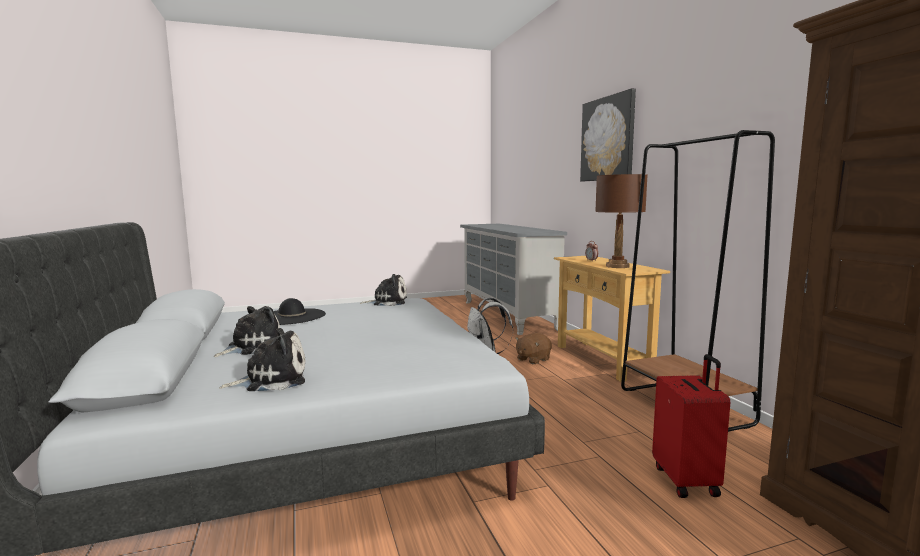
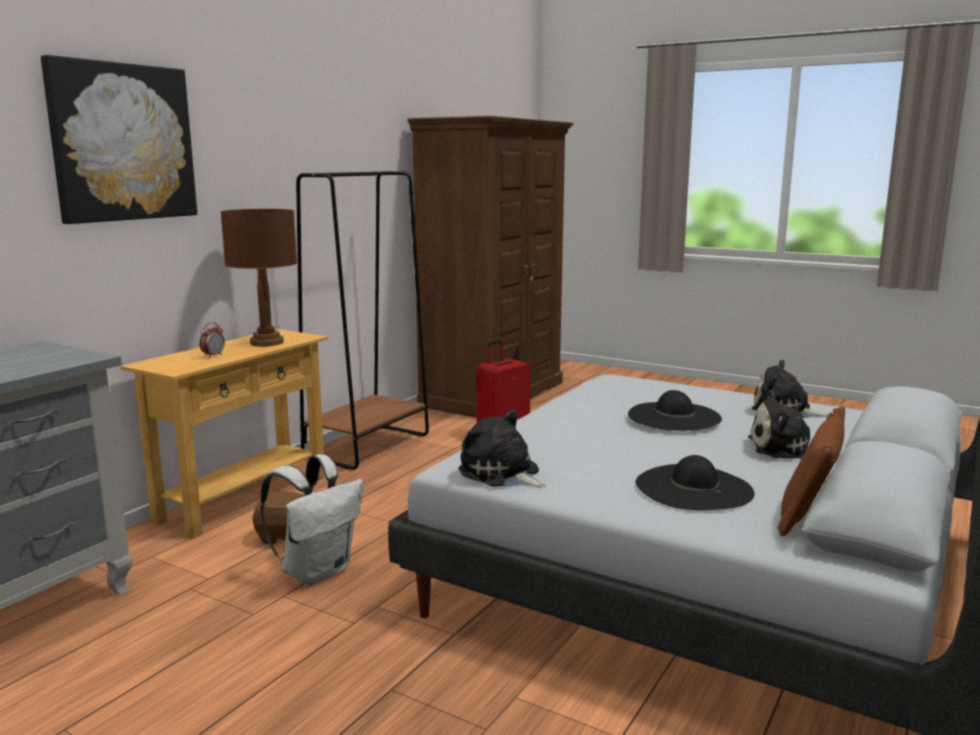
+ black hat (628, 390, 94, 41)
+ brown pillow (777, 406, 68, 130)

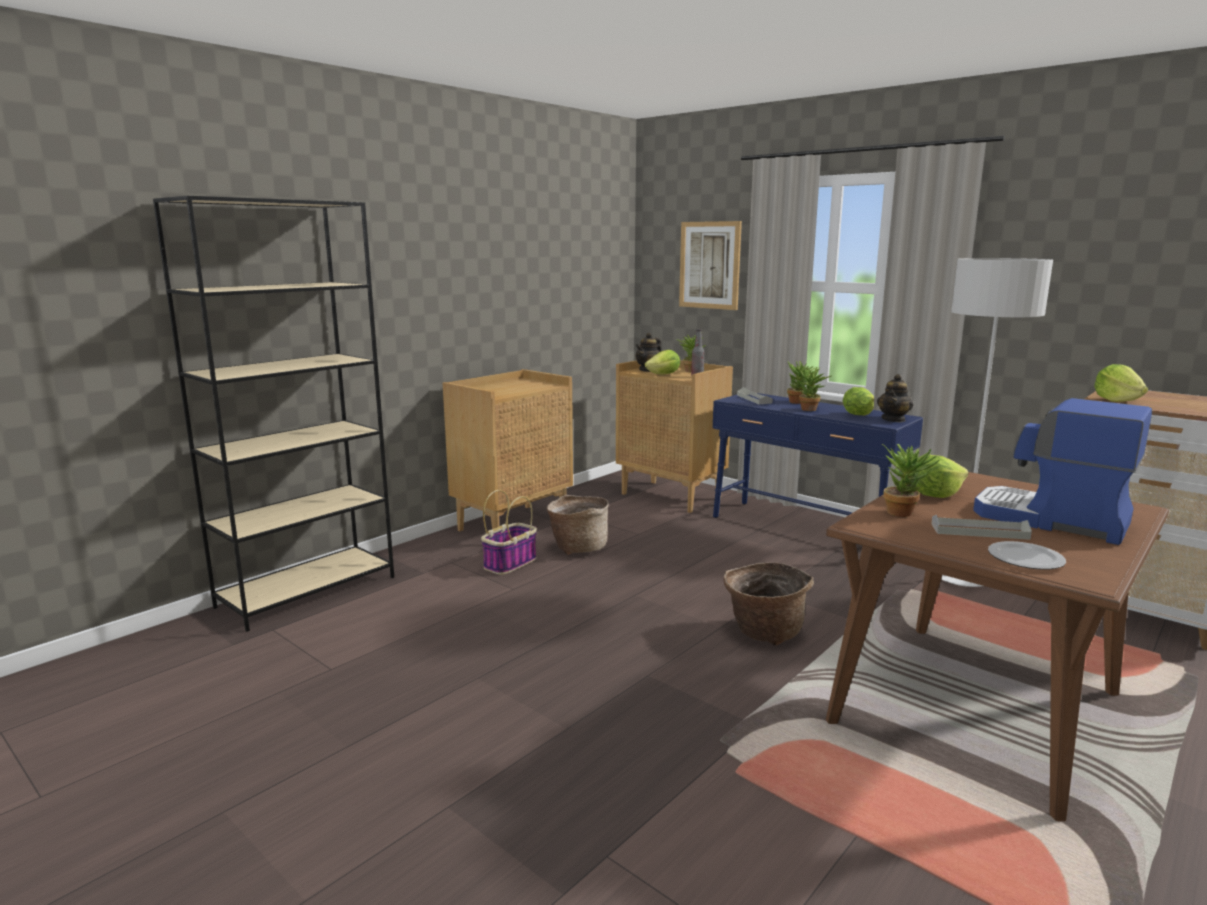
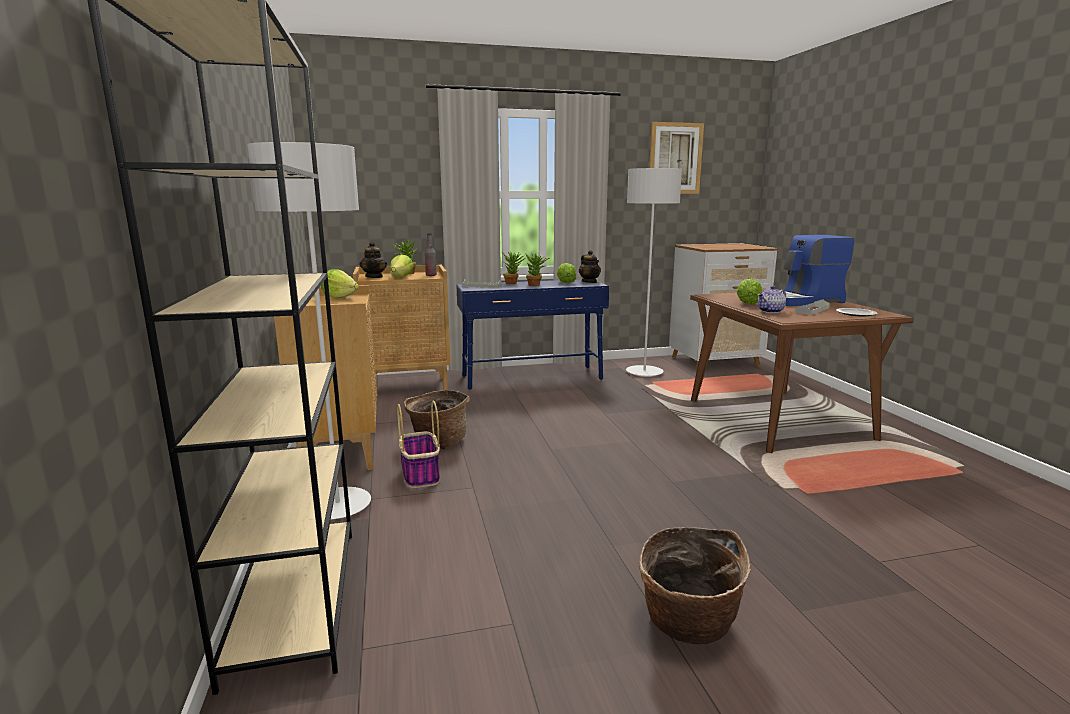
+ grey floor lamp (248, 142, 123, 377)
~ picture (679, 221, 63, 89) to (649, 122, 55, 72)
~ basket (724, 562, 90, 84) to (639, 527, 112, 117)
~ lettuce (1094, 364, 54, 38) to (321, 269, 38, 30)
~ potted plant (882, 444, 57, 73) to teapot (758, 286, 28, 27)

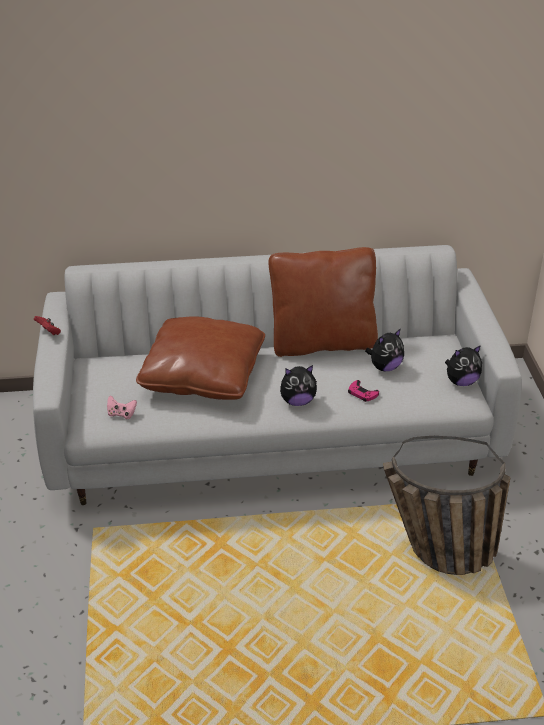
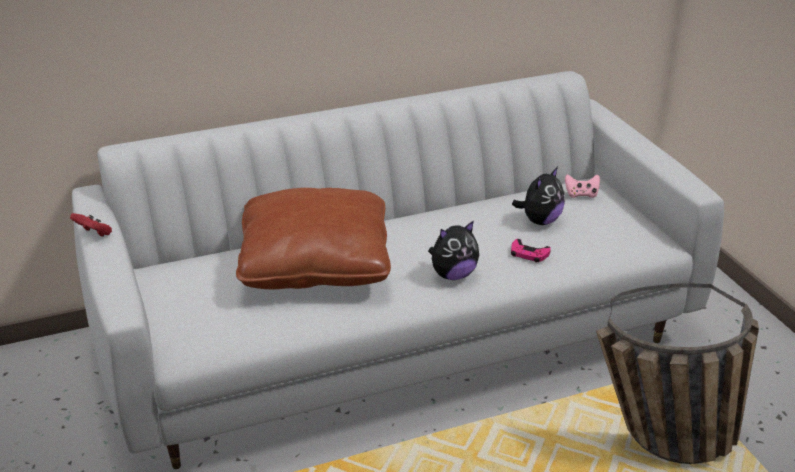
- brown pillow (269, 247, 109, 110)
- plush toy (445, 345, 37, 41)
~ pink game controller (107, 396, 30, 23) to (565, 174, 35, 24)

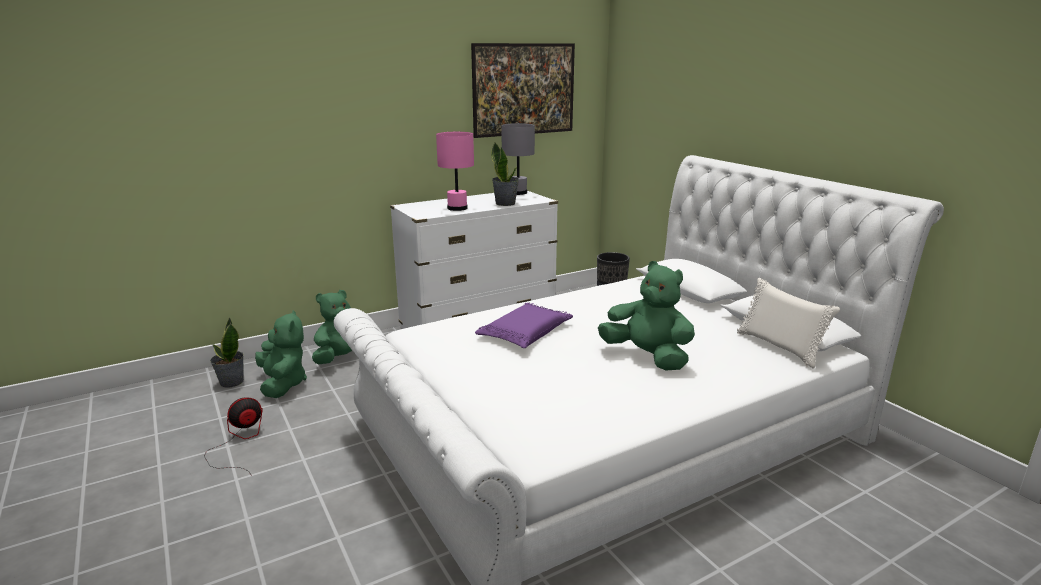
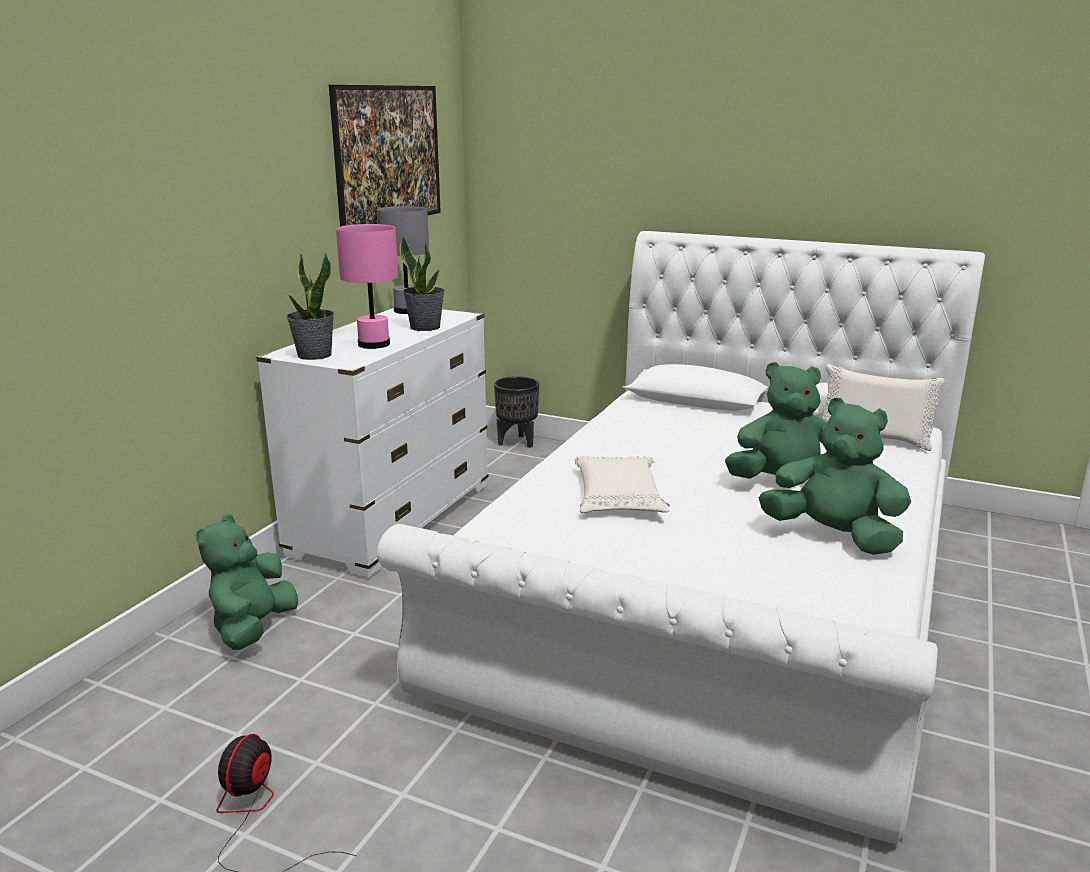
~ potted plant (210, 317, 34, 71) to (287, 252, 47, 108)
~ green plush toy (255, 310, 52, 88) to (759, 398, 152, 157)
~ purple pillow (475, 303, 98, 45) to white pillow (575, 455, 95, 58)

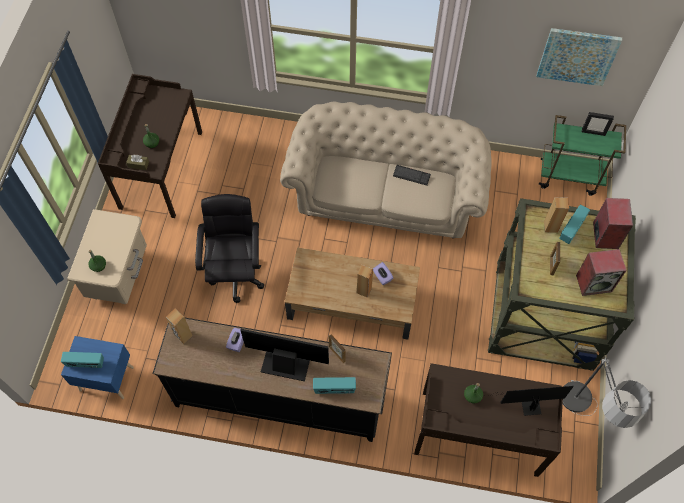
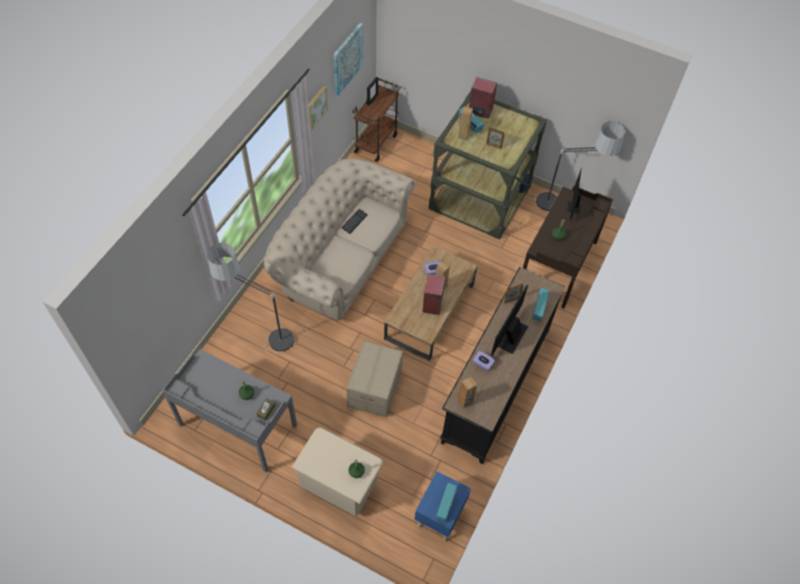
+ floor lamp (207, 243, 89, 112)
+ picture (308, 87, 20, 42)
~ speaker (576, 249, 51, 47) to (422, 274, 23, 41)
~ black office chair (195, 194, 69, 109) to cardboard box (346, 341, 57, 76)
~ brown desk (98, 74, 104, 144) to grey desk (162, 349, 135, 124)
~ green cart (539, 115, 87, 81) to brown cart (352, 78, 49, 84)

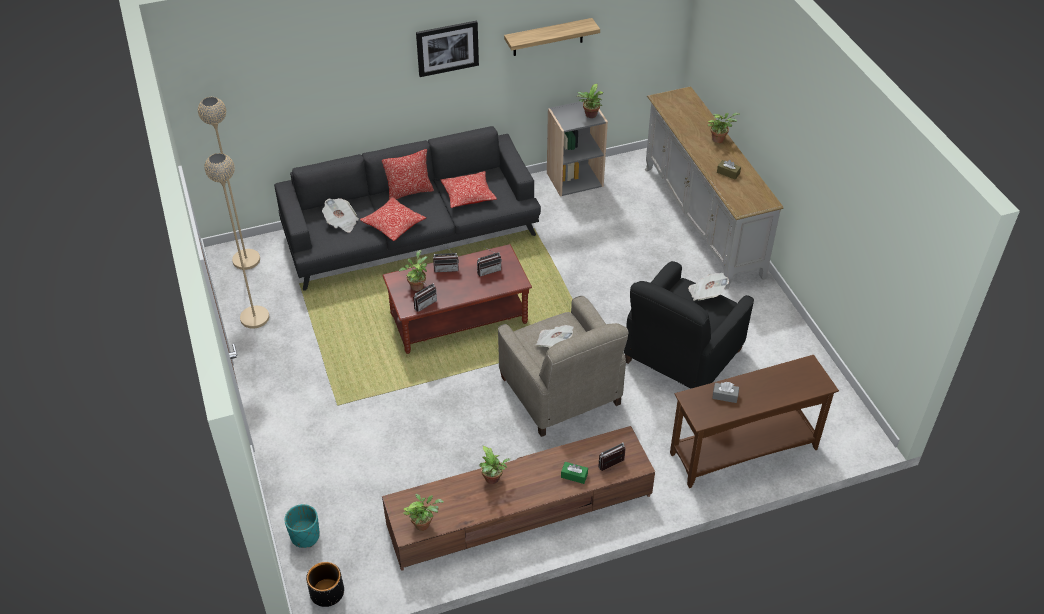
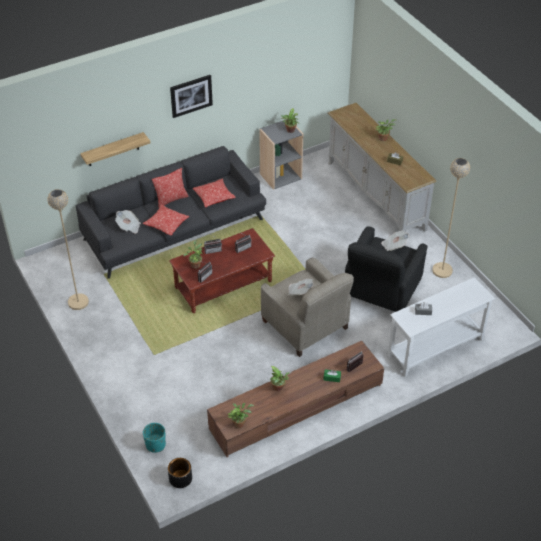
~ beige floor lamp (198, 97, 62, 173) to (432, 158, 38, 120)
~ shelf (504, 18, 96, 38) to (80, 132, 70, 34)
~ brown console table (670, 355, 169, 133) to white console table (387, 277, 108, 100)

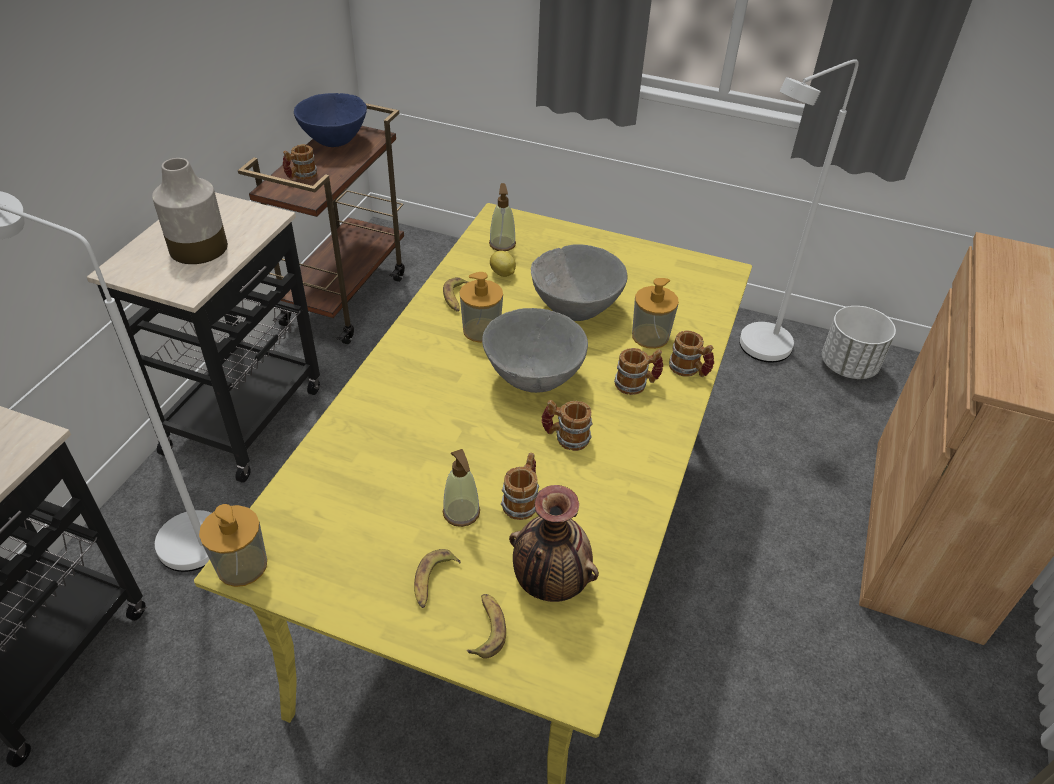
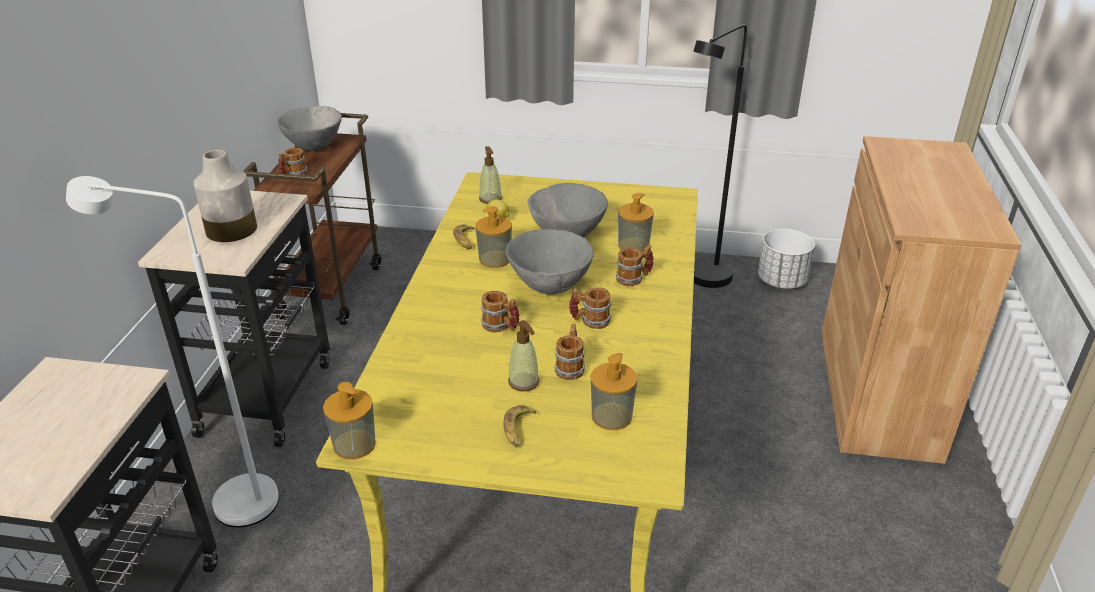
- banana (467, 594, 39, 65)
~ mug (669, 331, 45, 46) to (481, 291, 38, 42)
~ vase (509, 485, 90, 117) to soap dispenser (591, 353, 46, 77)
~ blue bowl (294, 93, 73, 54) to grey bowl (277, 106, 65, 45)
~ white floor lamp (739, 59, 120, 304) to black floor lamp (693, 24, 54, 264)

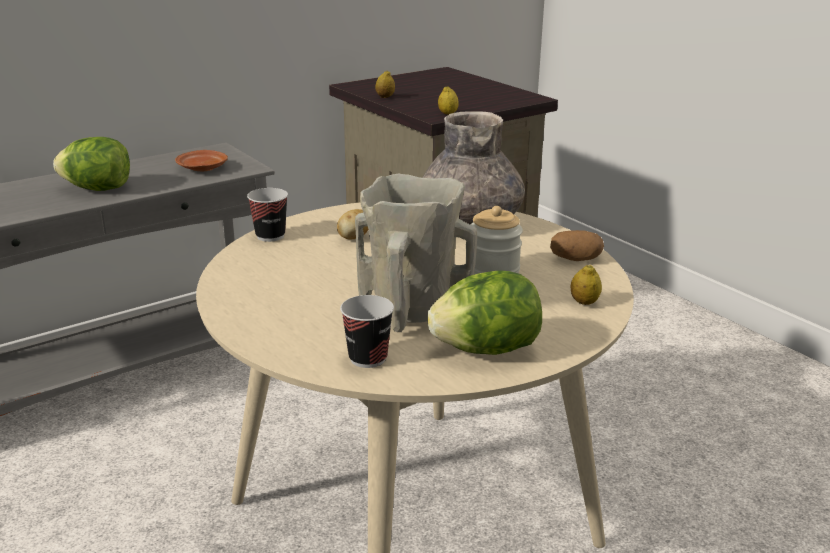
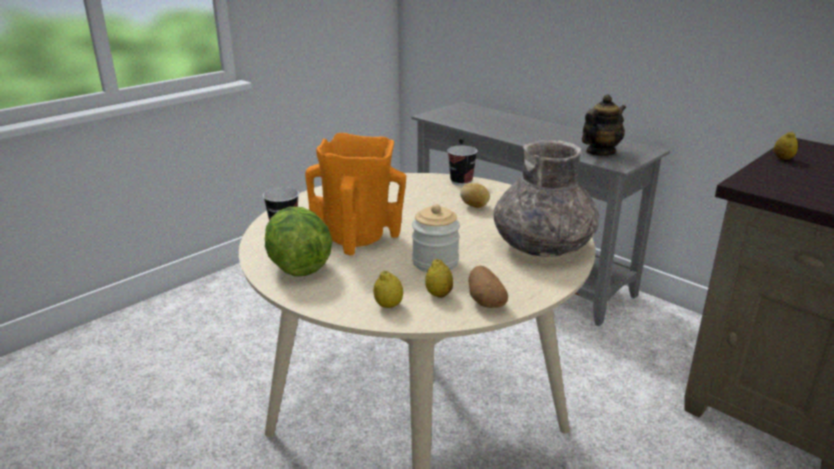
- lettuce (53, 137, 77, 54)
~ lemon (438, 86, 21, 29) to (425, 259, 28, 39)
~ brown plate (175, 150, 53, 22) to teapot (582, 94, 44, 62)
~ beige vase (355, 174, 122, 158) to orange vase (305, 133, 101, 123)

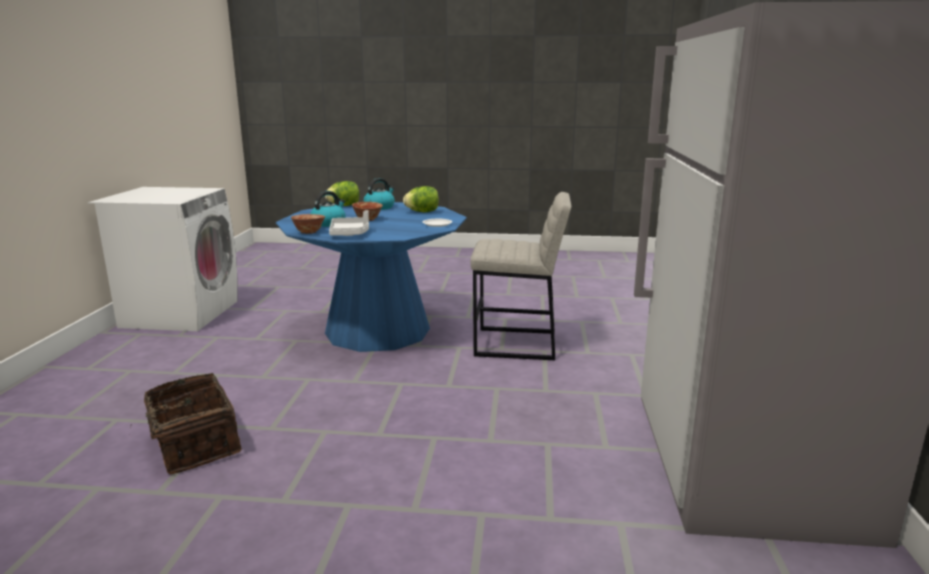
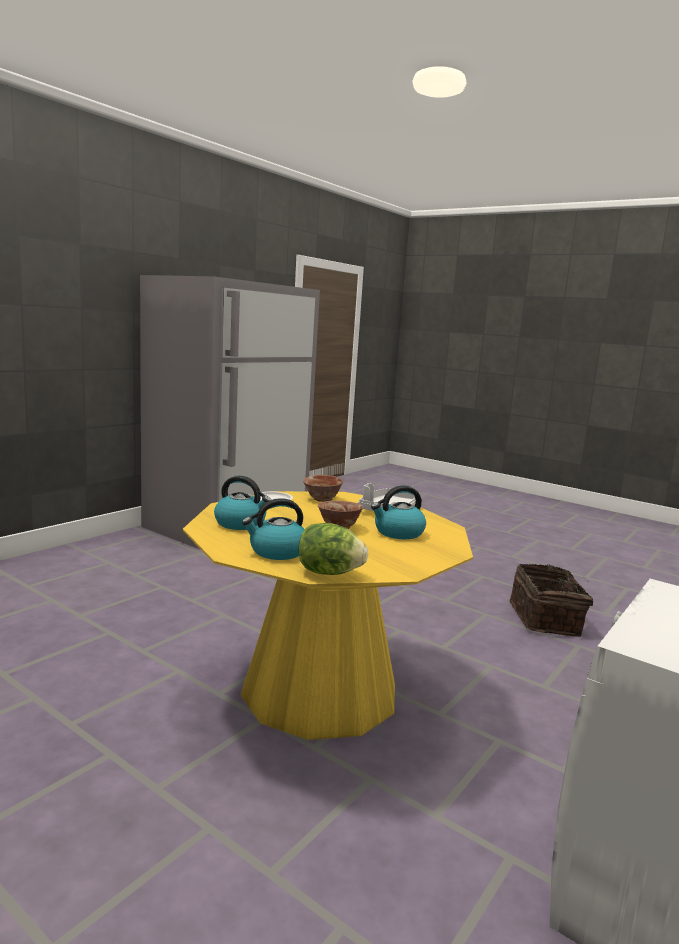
- grey chair (471, 192, 100, 168)
~ bowl (291, 214, 34, 20) to (303, 475, 40, 27)
~ lettuce (403, 186, 36, 26) to kettle (214, 476, 57, 54)
~ blue dining table (276, 202, 191, 150) to yellow dining table (183, 491, 290, 249)

